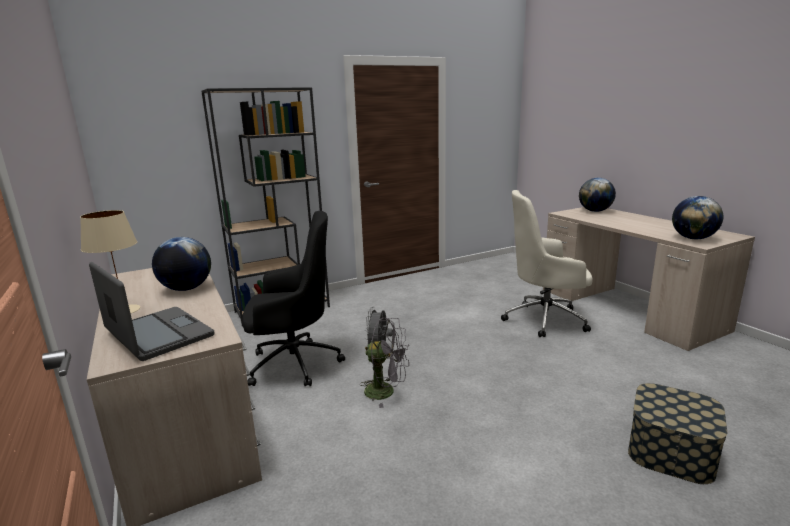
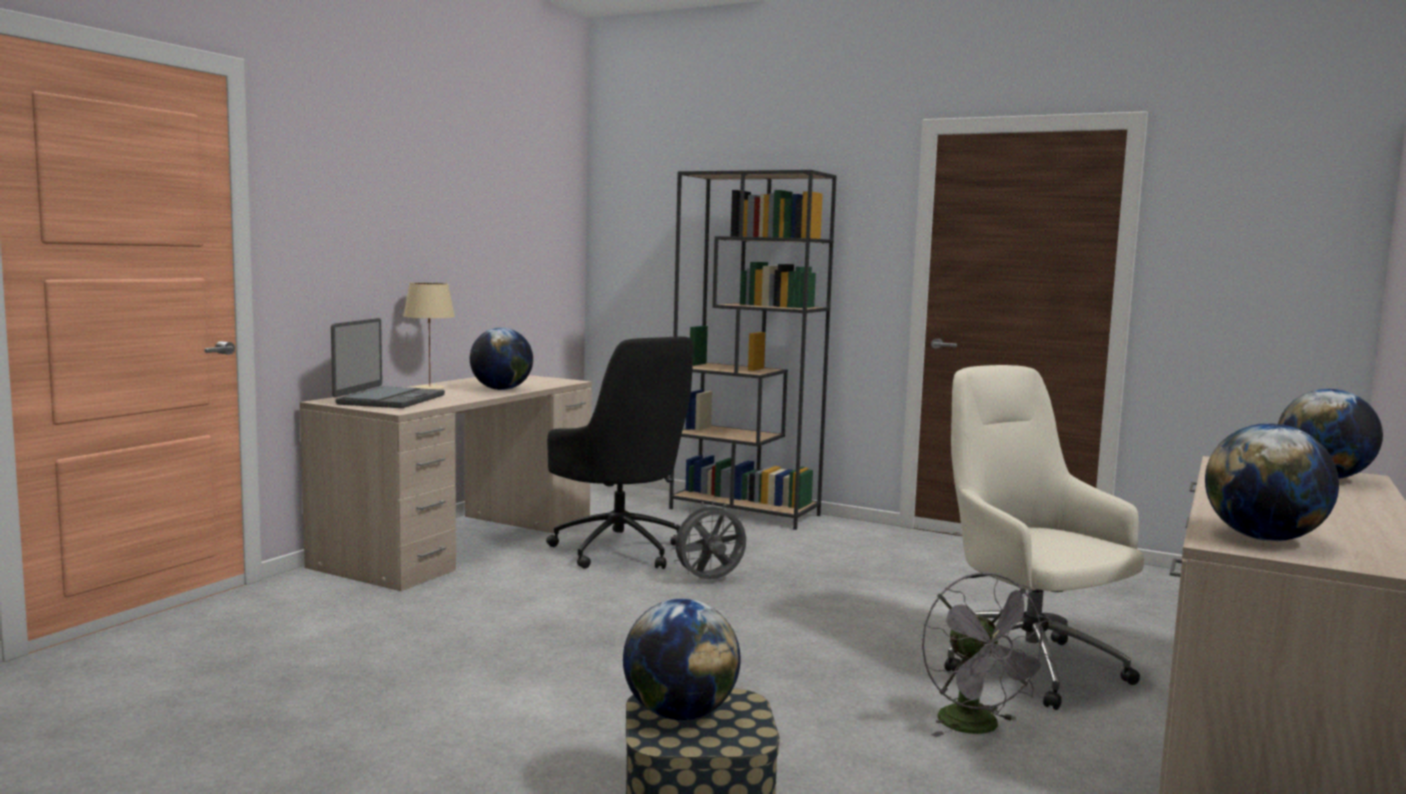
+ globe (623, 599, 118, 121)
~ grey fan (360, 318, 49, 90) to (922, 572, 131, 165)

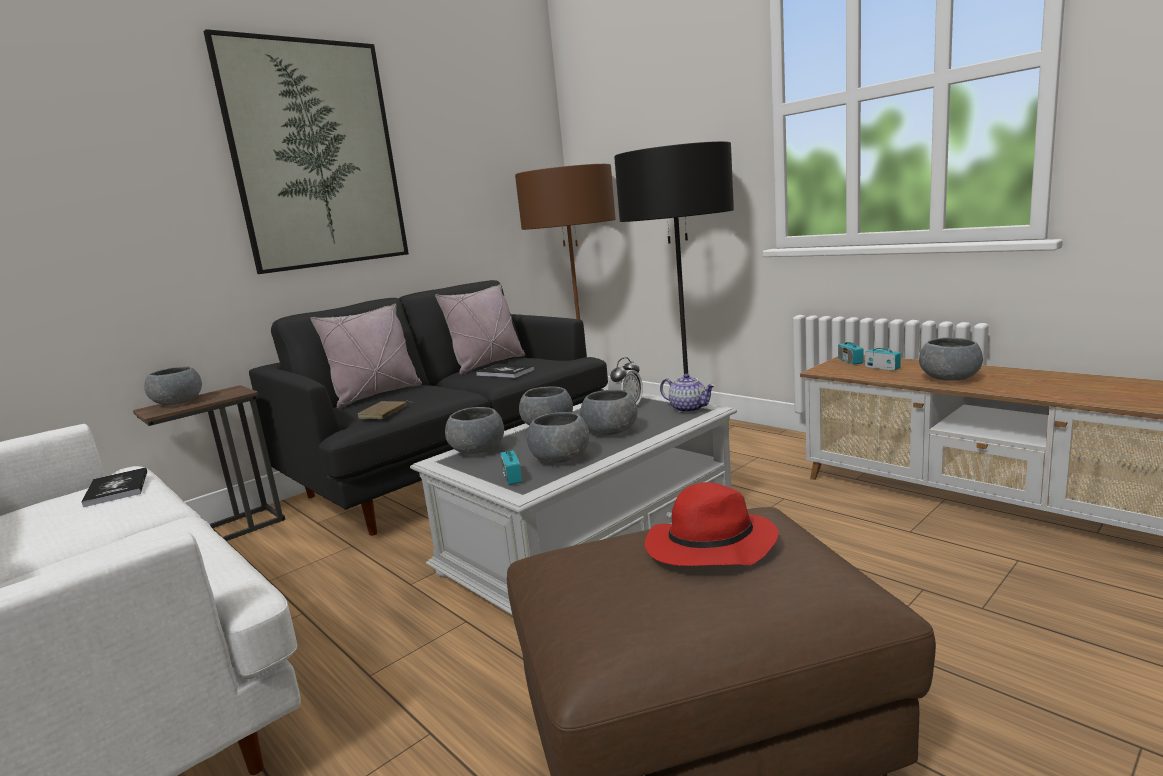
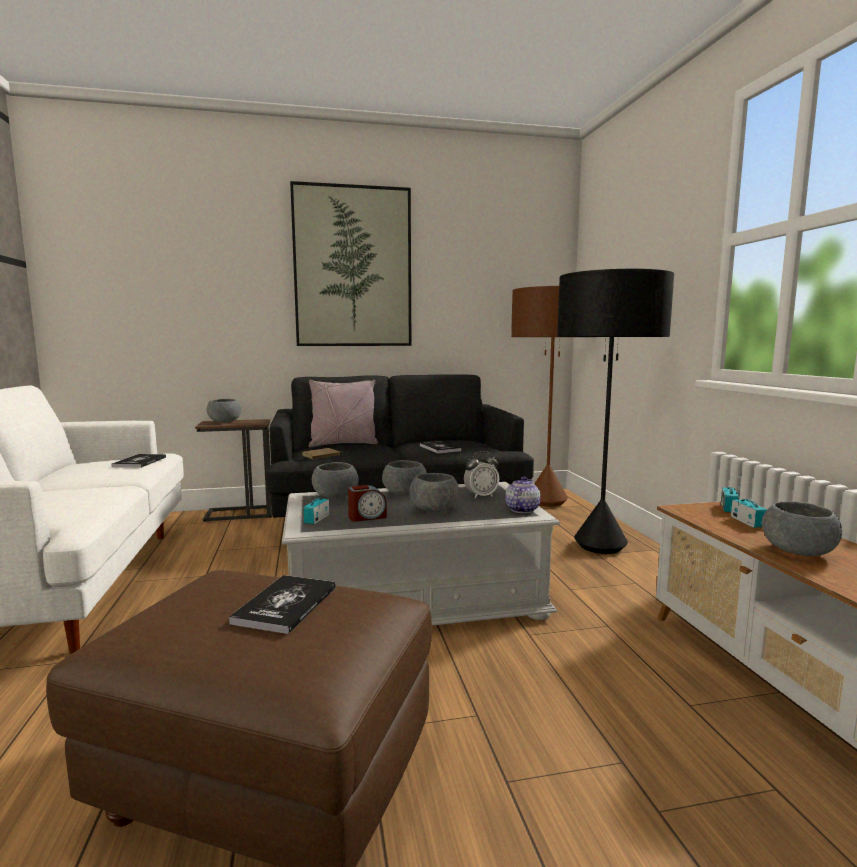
- purple pillow (435, 284, 90, 91)
~ grey bowl (527, 412, 62, 51) to alarm clock (348, 485, 39, 37)
~ red hat (645, 482, 134, 84) to book (229, 575, 107, 59)
~ teapot (660, 373, 56, 40) = (505, 476, 36, 37) 135 degrees counterclockwise

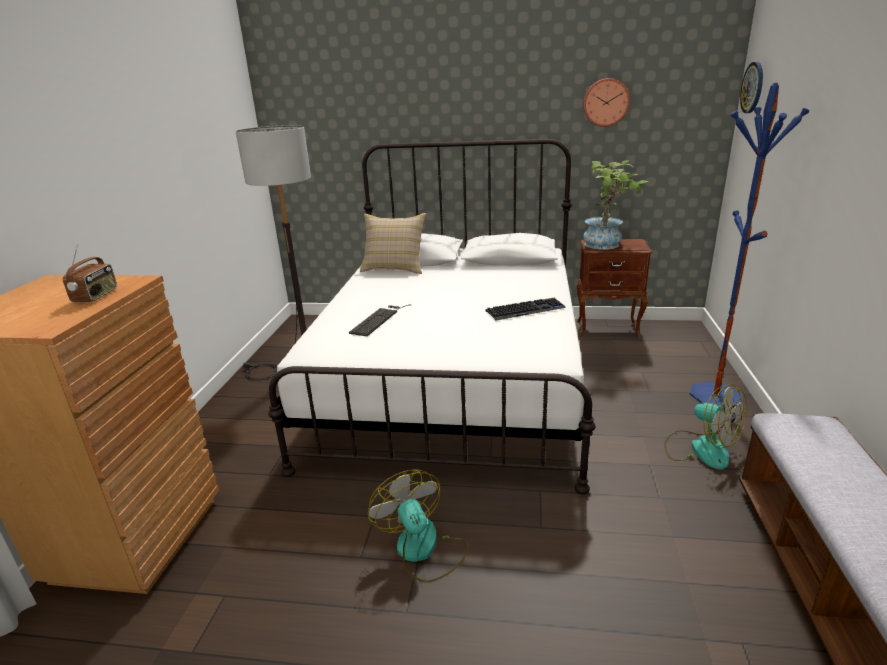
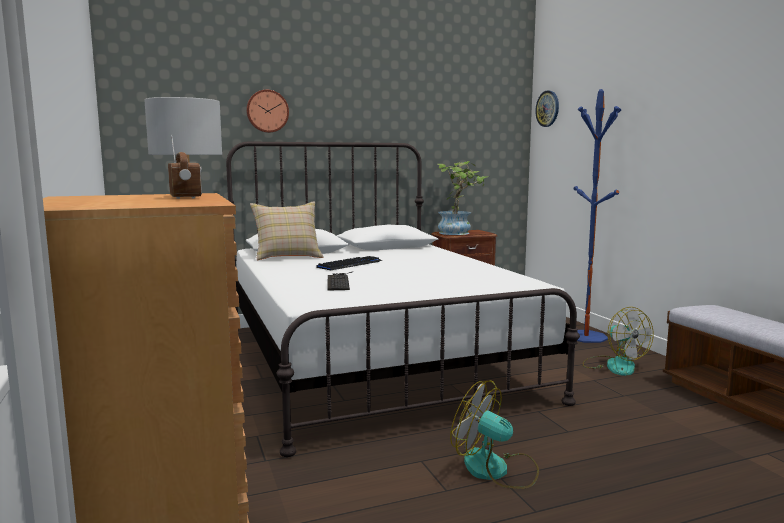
~ keyboard (486, 298, 80, 23) to (316, 256, 66, 14)
~ wall clock (583, 78, 47, 49) to (246, 90, 43, 43)
~ fan (664, 384, 83, 85) = (583, 307, 71, 69) 45 degrees clockwise

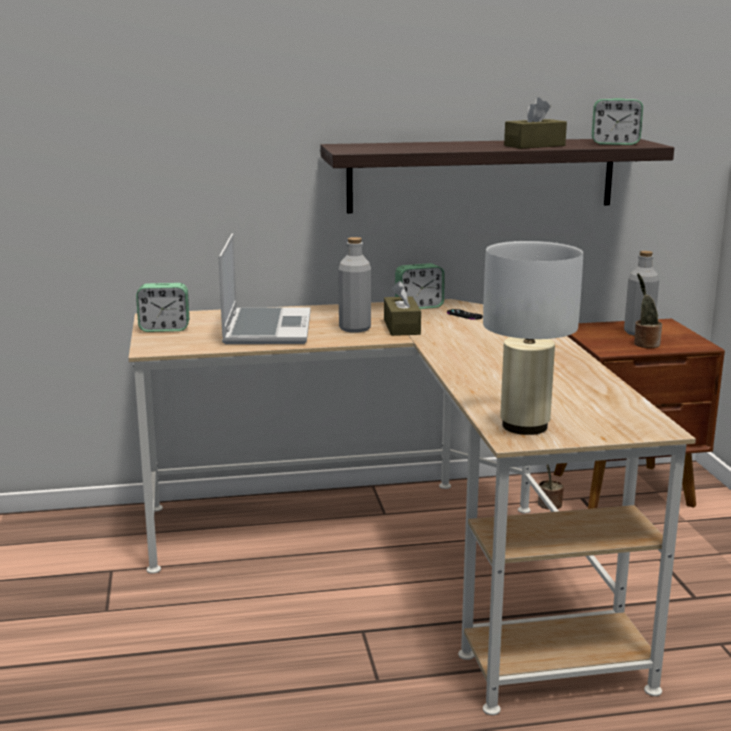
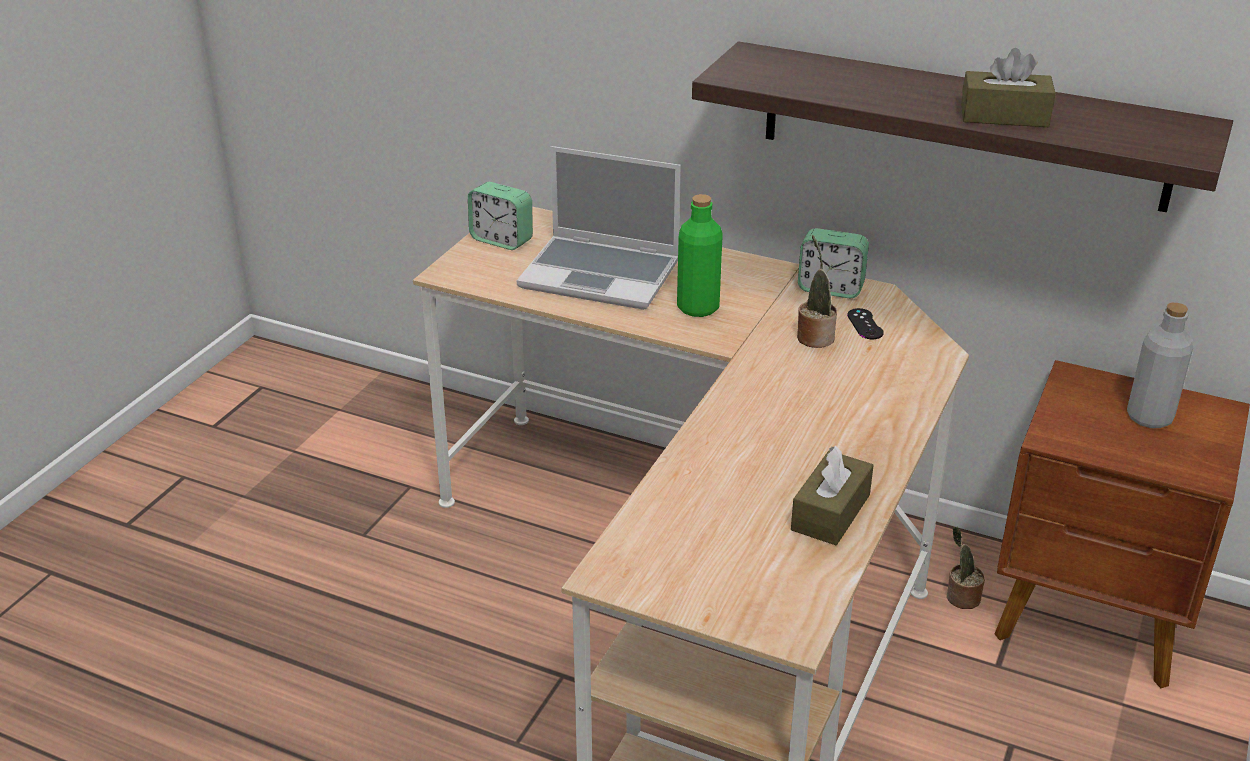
- white table lamp (483, 241, 100, 194)
- alarm clock (592, 98, 51, 47)
~ brown tissue box (384, 281, 37, 55) to (791, 446, 83, 99)
~ potted plant (634, 273, 28, 75) to (797, 235, 40, 113)
~ grey bottle (338, 237, 33, 96) to green bottle (677, 194, 46, 123)
~ laptop (219, 233, 92, 111) = (517, 146, 164, 164) 75 degrees clockwise

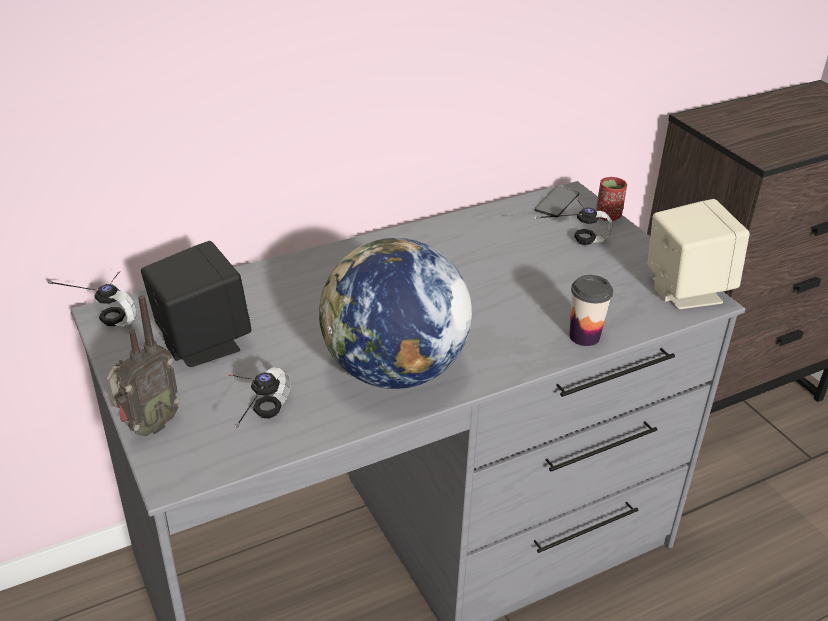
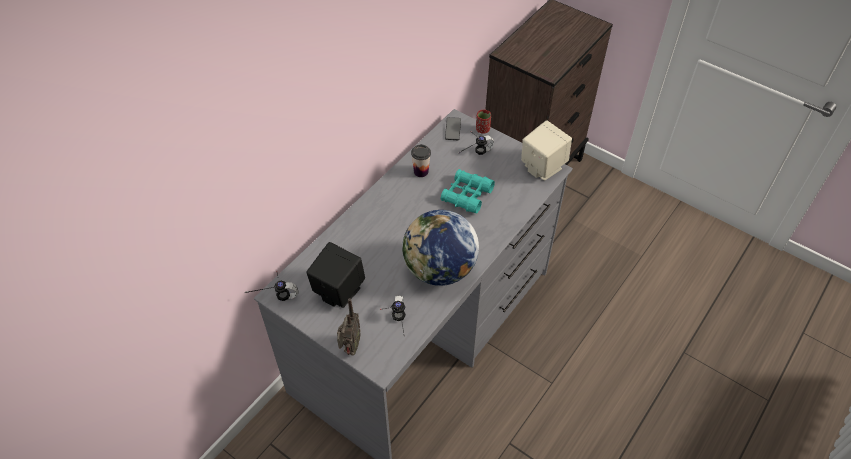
+ turquoise binoculars (441, 169, 54, 44)
~ cup (570, 275, 43, 71) to (411, 145, 20, 32)

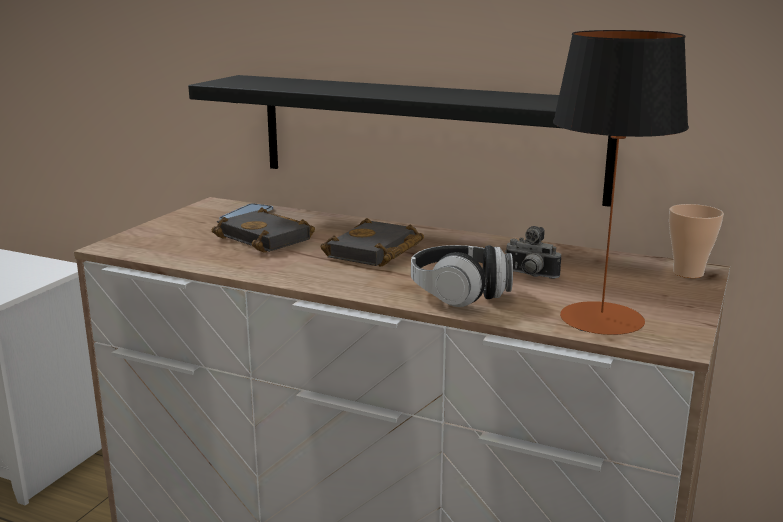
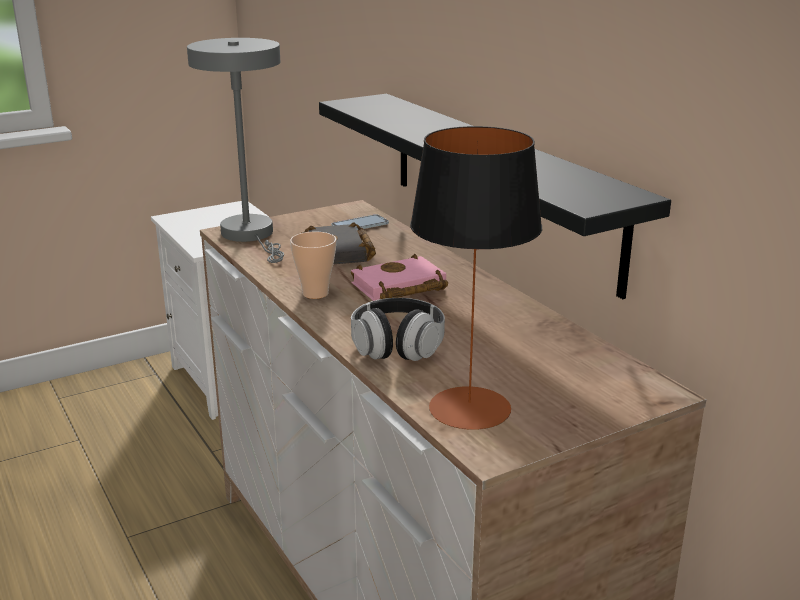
- photo camera (505, 226, 56, 53)
+ grey table lamp (187, 38, 97, 225)
~ cup (669, 204, 55, 74) to (290, 232, 46, 67)
~ black book (321, 218, 103, 48) to pink book (351, 254, 97, 47)

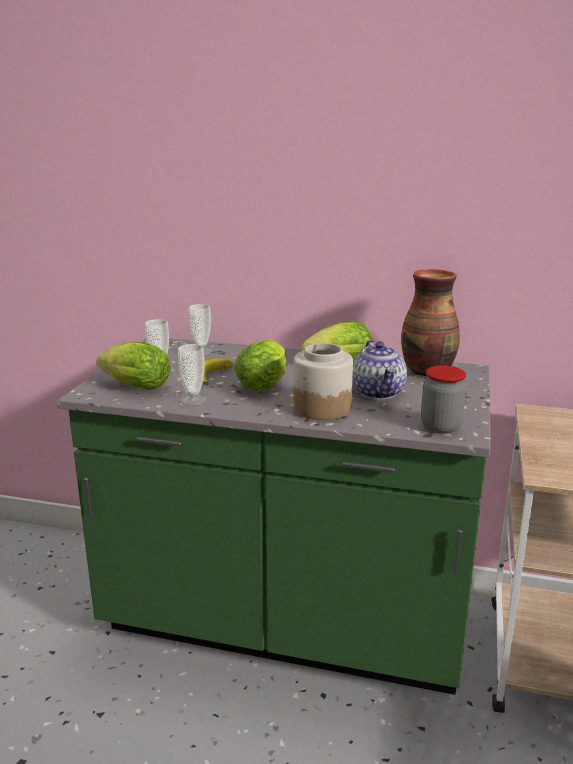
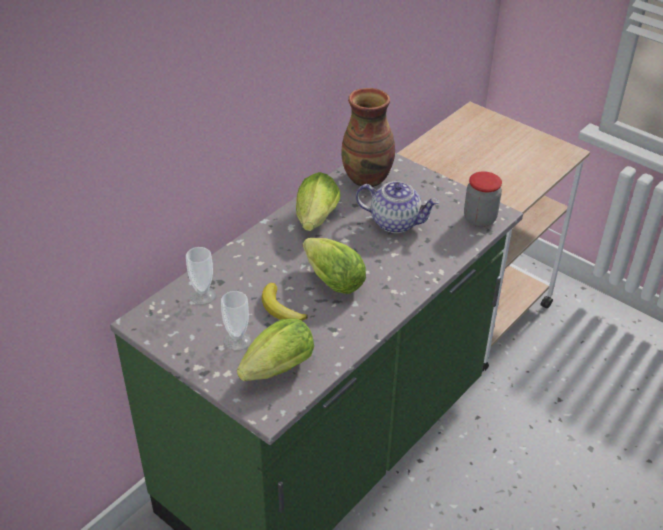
- cup (178, 344, 29, 61)
- jar (294, 343, 59, 77)

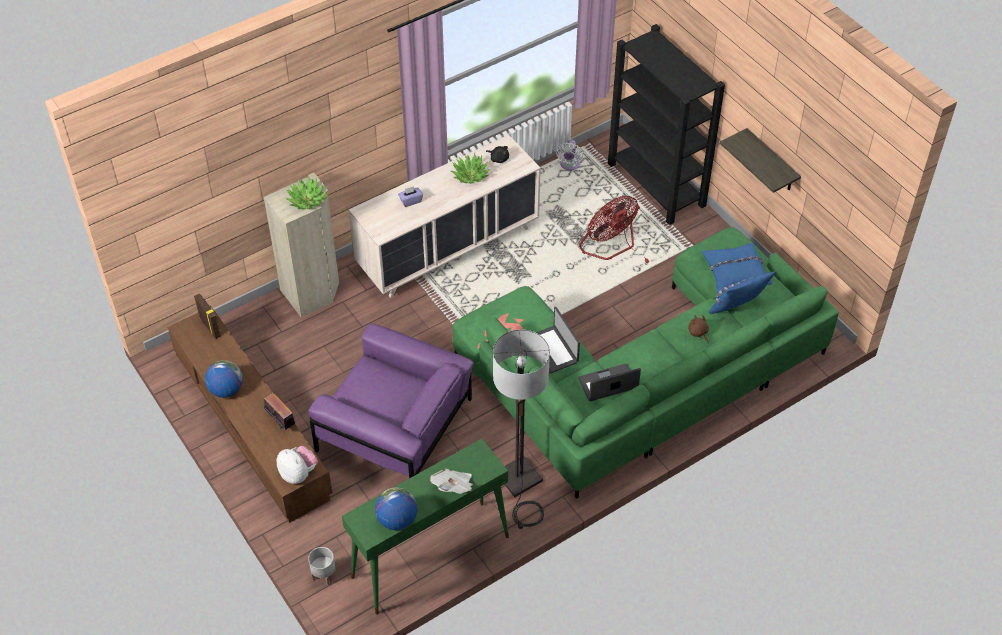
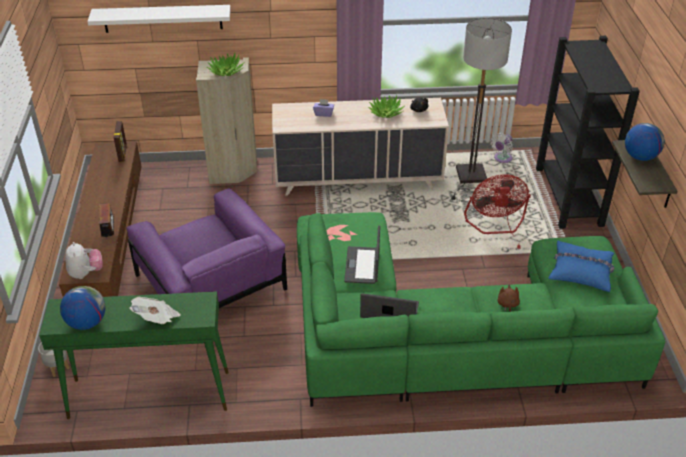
- blue pillow (709, 272, 66, 42)
+ white shelf (87, 5, 144, 28)
~ globe (205, 360, 38, 38) to (625, 123, 40, 38)
~ floor lamp (493, 329, 57, 200) to (451, 18, 61, 184)

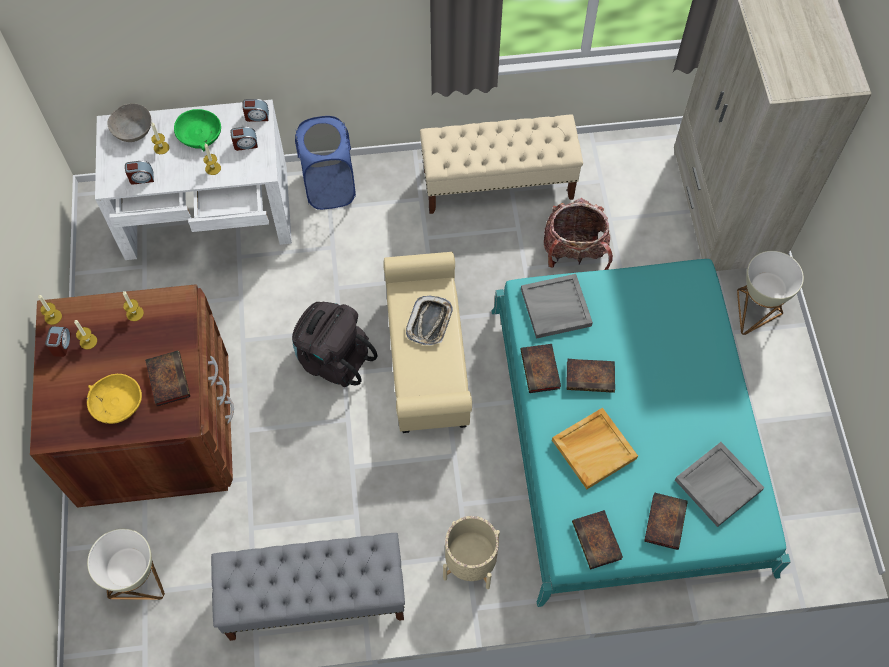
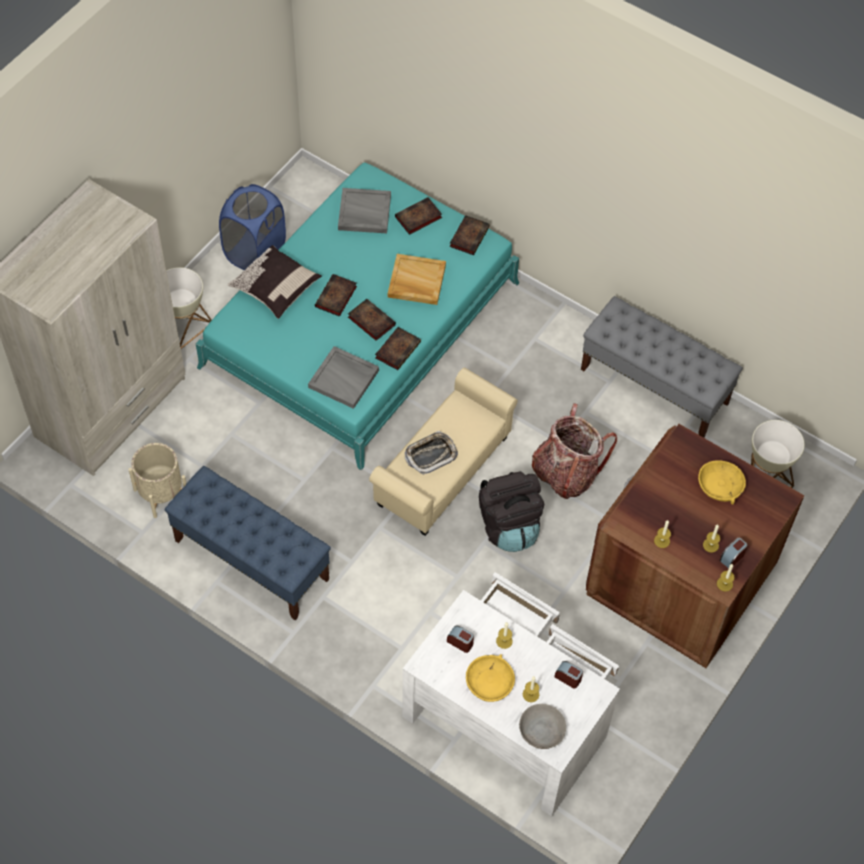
- alarm clock (242, 99, 27, 23)
+ pillow (228, 245, 94, 74)
~ book (145, 350, 45, 57) to (315, 274, 42, 43)
~ blue laundry basket (295, 116, 61, 94) to (219, 184, 67, 86)
~ beige planter (443, 516, 57, 73) to (128, 443, 59, 75)
~ backpack (544, 198, 69, 72) to (532, 403, 85, 96)
~ green bowl (174, 109, 47, 43) to yellow bowl (466, 654, 49, 48)
~ beige bench (420, 115, 163, 99) to blue bench (165, 466, 166, 154)

